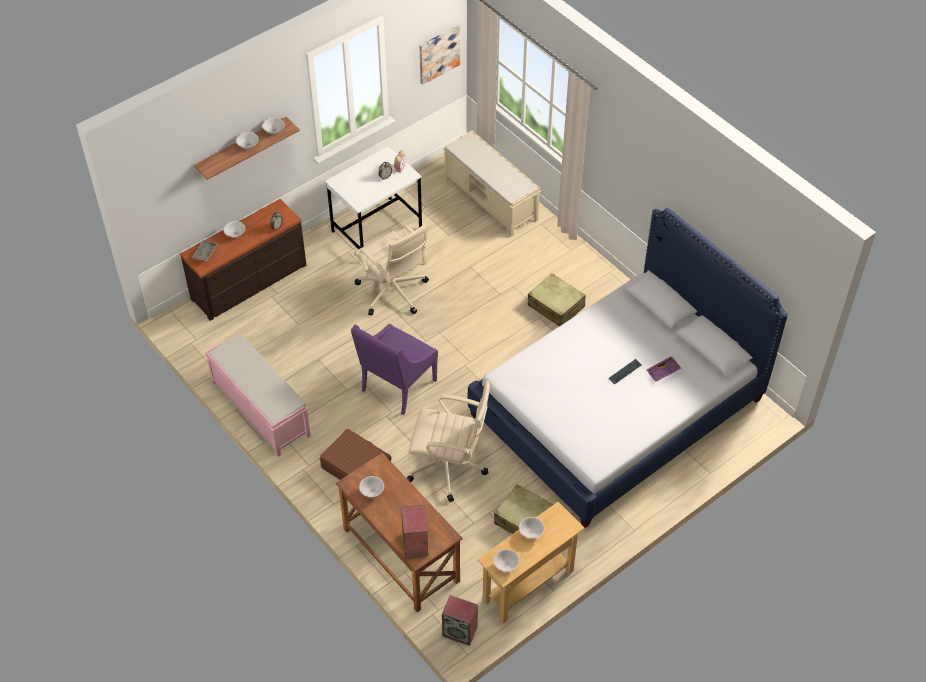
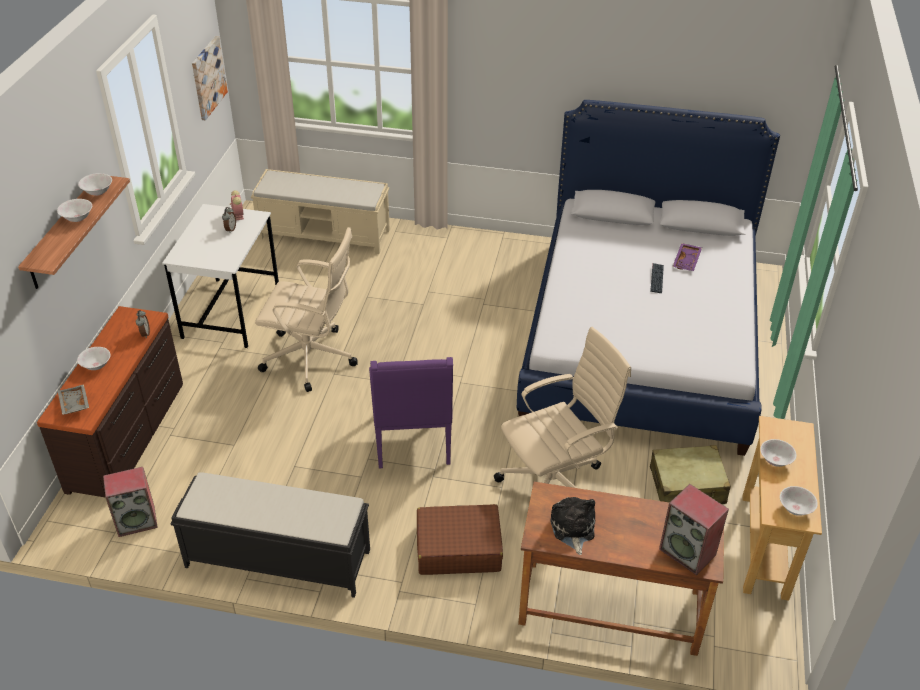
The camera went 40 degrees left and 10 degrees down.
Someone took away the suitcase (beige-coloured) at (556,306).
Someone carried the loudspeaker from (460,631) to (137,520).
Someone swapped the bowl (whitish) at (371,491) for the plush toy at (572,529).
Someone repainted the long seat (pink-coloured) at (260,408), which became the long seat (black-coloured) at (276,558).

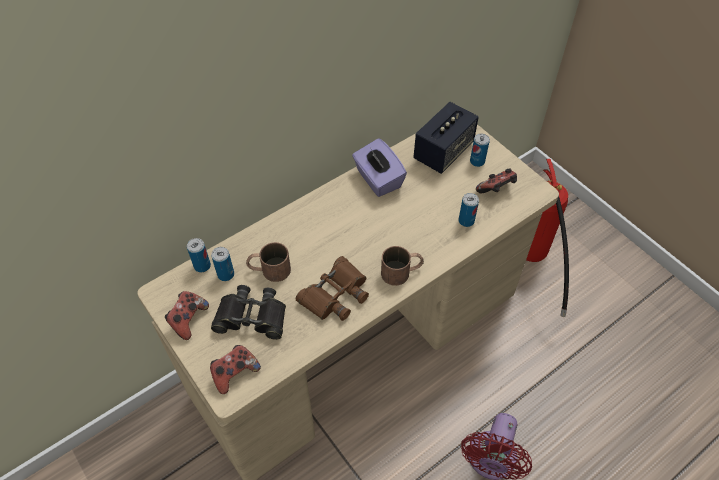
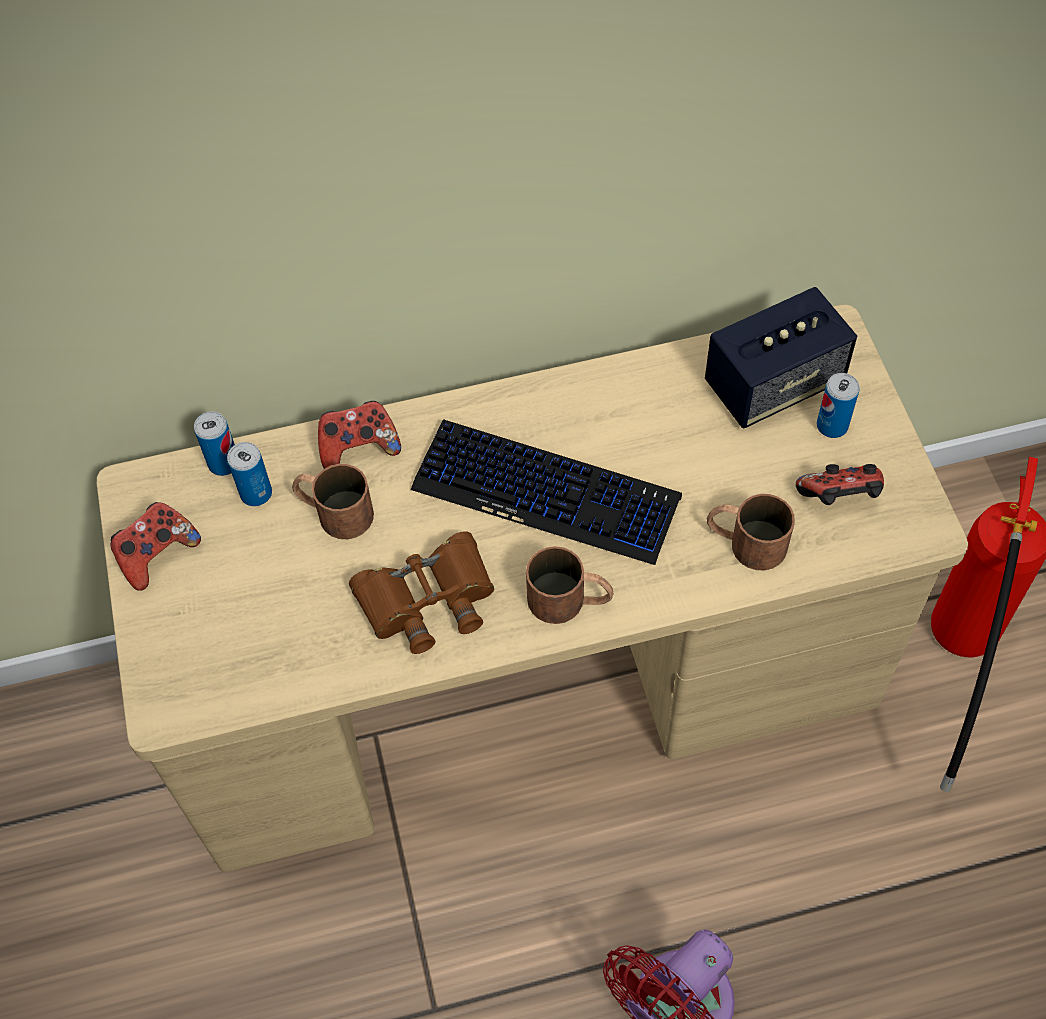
The camera went 25 degrees right and 5 degrees up.
Someone took away the pair of binoculars (black-coloured) at (251,317).
Someone took away the tissue holder (purple) at (378,179).
Someone put down the PC keyboard at (546,493).
Someone carried the joypad from (235,373) to (358,447).
Someone swapped the sealed can at (466,221) for the mug (brown) at (745,542).

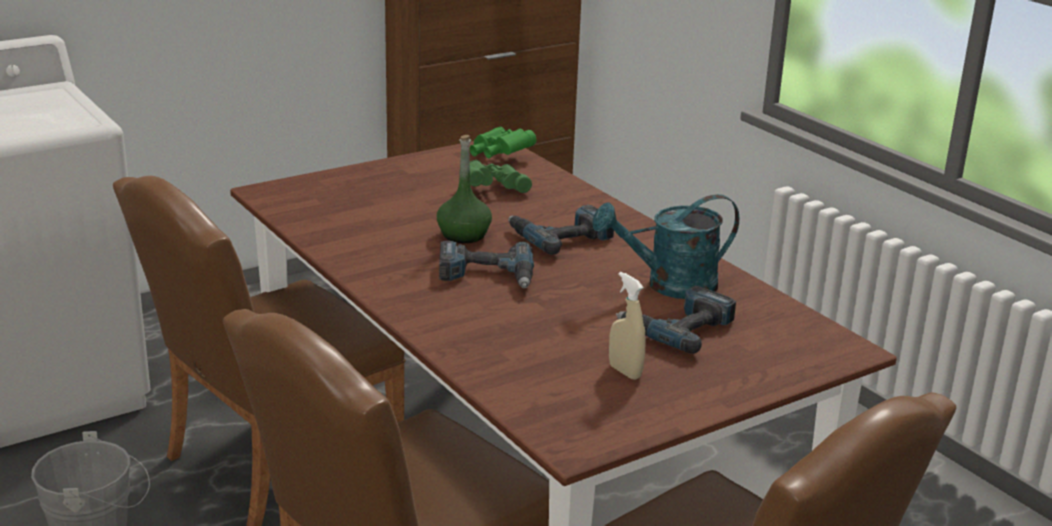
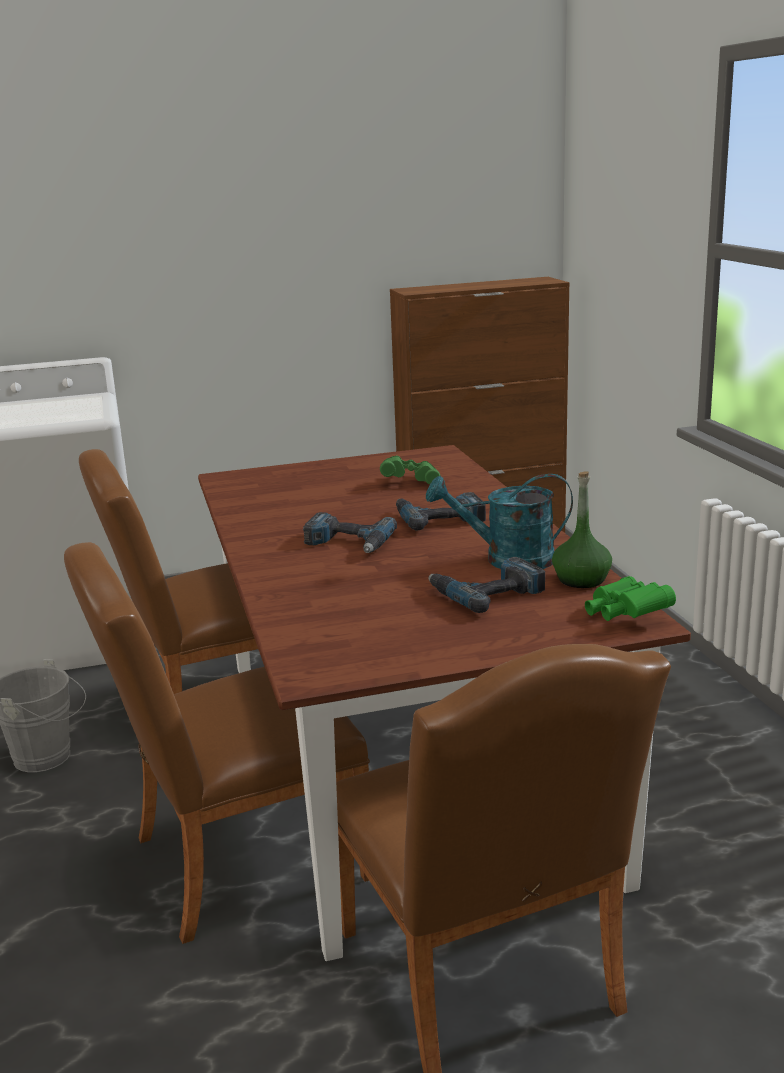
The camera went 20 degrees right and 5 degrees down.
Someone took away the hand sprayer (beige-coloured) at (625,372).
Someone carried the beverage bottle (green-coloured) from (463,235) to (581,580).
Someone carried the pair of binoculars (green-coloured) from (499,155) to (625,615).

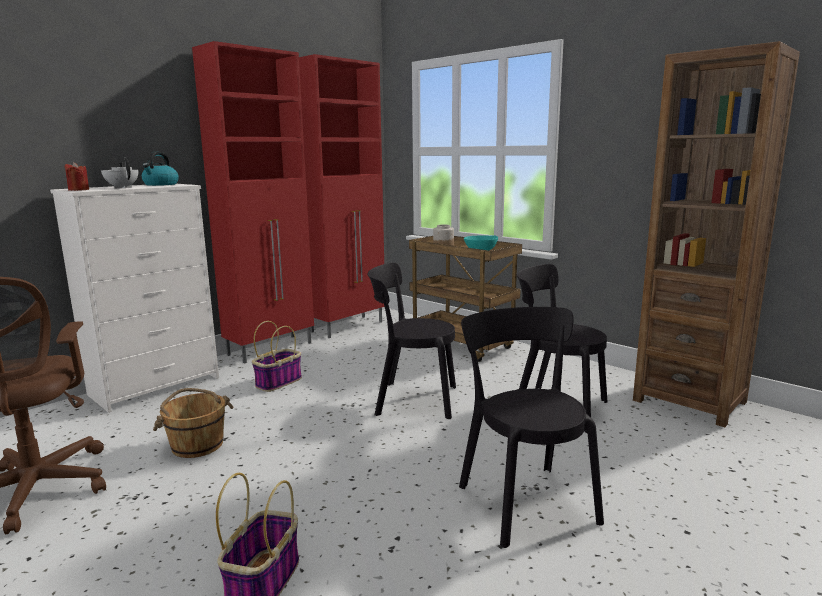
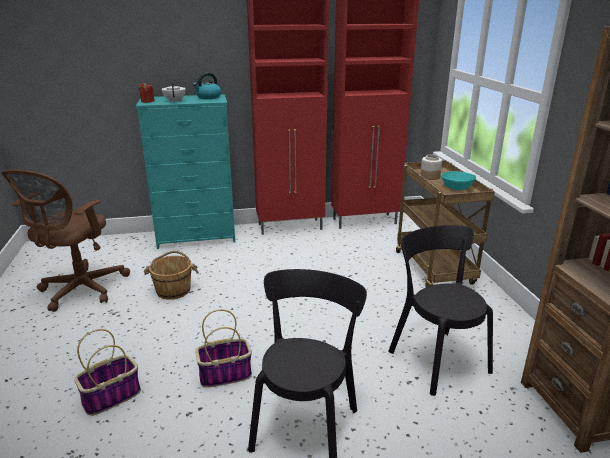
The camera went 35 degrees right and 10 degrees up.
Someone took away the upright chair (black-coloured) at (412,400).
Someone carried the storage basket from (279,382) to (226,374).
Someone repainted the chest of drawers (whitish) at (156,386), which became the chest of drawers (turquoise) at (197,237).

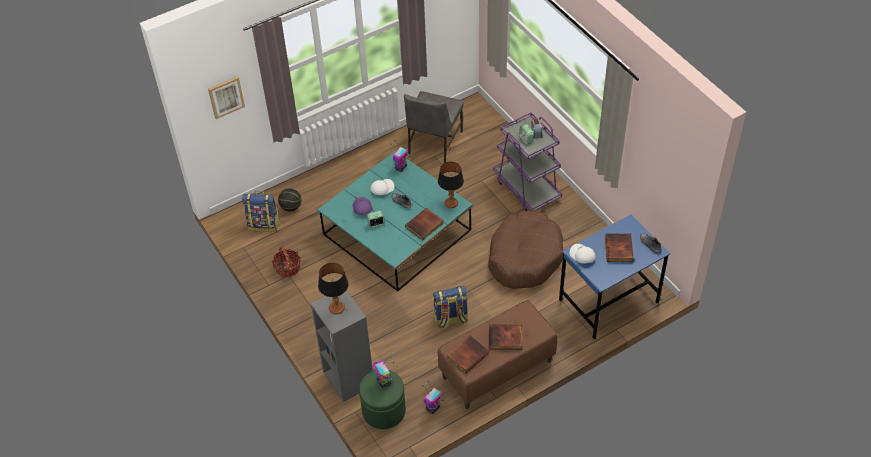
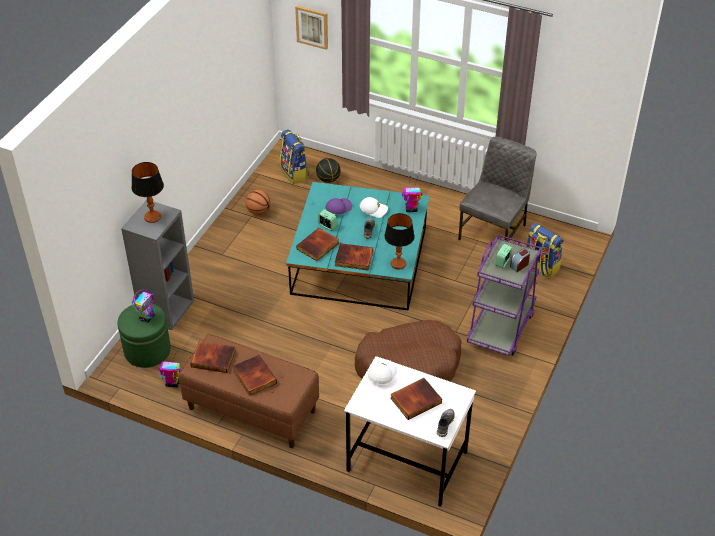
The camera went 55 degrees right and 5 degrees down.
Someone put down the volume at (318,246).
Someone carried the backpack from (450,319) to (540,267).
Someone swapped the storage basket at (287,268) for the basketball ball at (258,211).
Someone repainted the desk (bluish) at (608,302), which became the desk (whitish) at (406,462).
Someone rotated the upright chair (greyish) at (434,143) by 135 degrees clockwise.

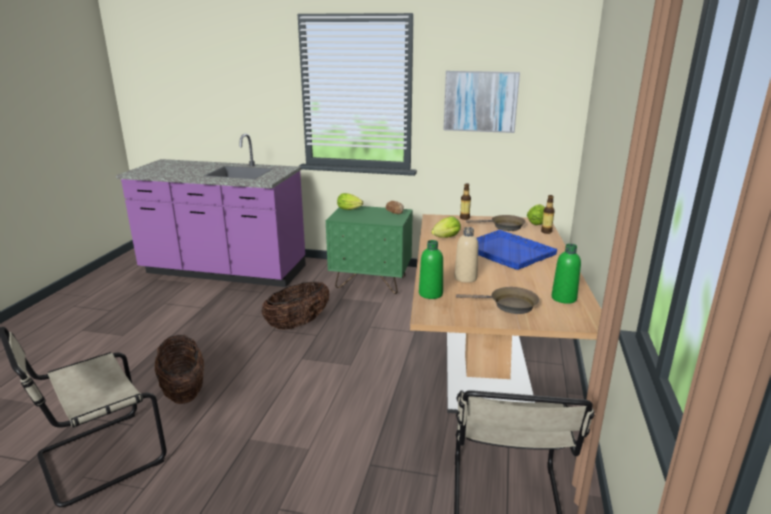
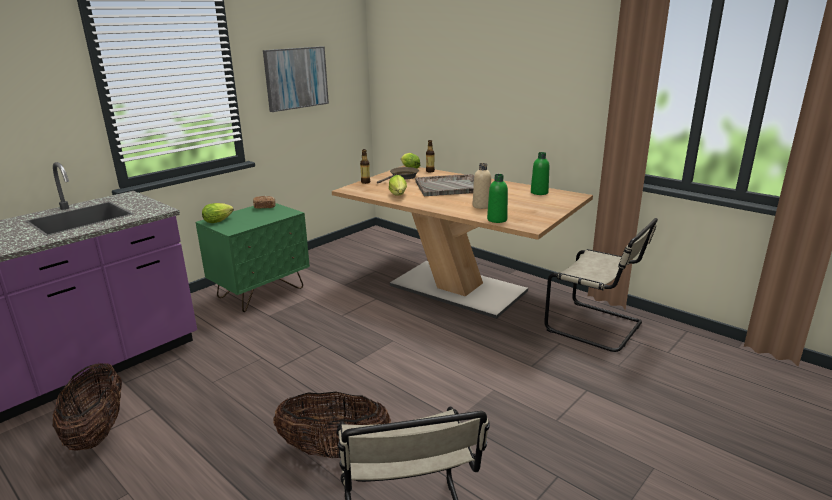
The camera went 60 degrees left and 0 degrees up.
Someone took away the frying pan (brown) at (509,305).
Someone carried the storage basket from (298,324) to (97,431).
Someone repainted the tray (bluish) at (507,251), which became the tray (greyish) at (450,187).

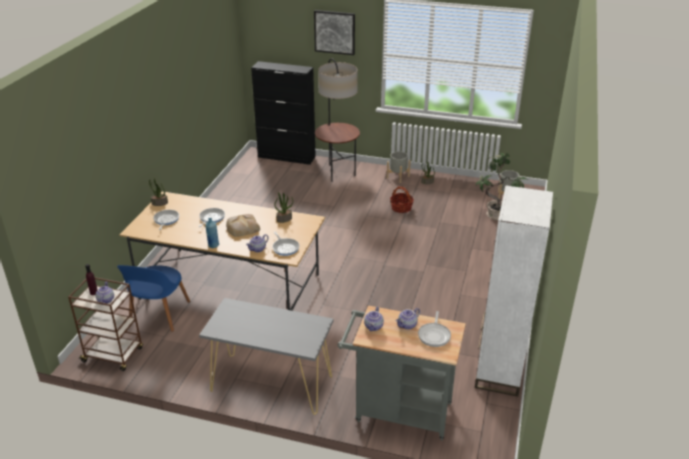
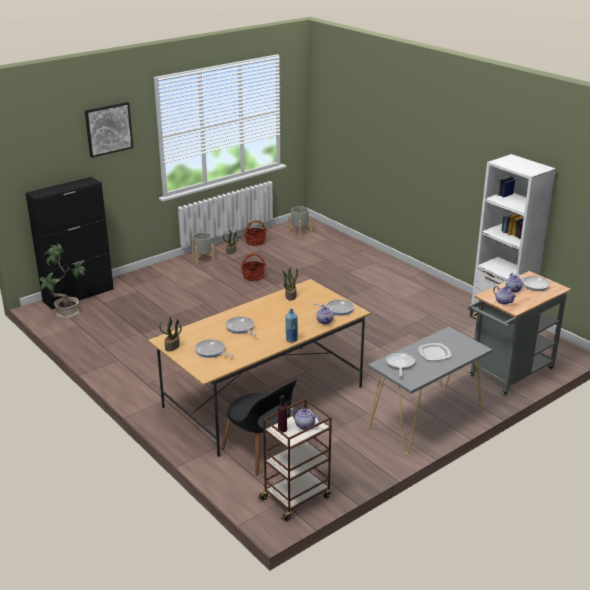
The camera went 55 degrees left and 5 degrees down.
Someone took away the bread at (242,228).
Someone took away the standing lamp at (337,172).
Someone put down the storage basket at (255,242).
Someone put down the frying pan at (399,364).
Someone put down the dinner plate at (434,353).
Someone carried the plant in a pot from (496,215) to (68,313).
Someone repainted the upright chair (bluish) at (159,315), which became the upright chair (black-coloured) at (261,451).

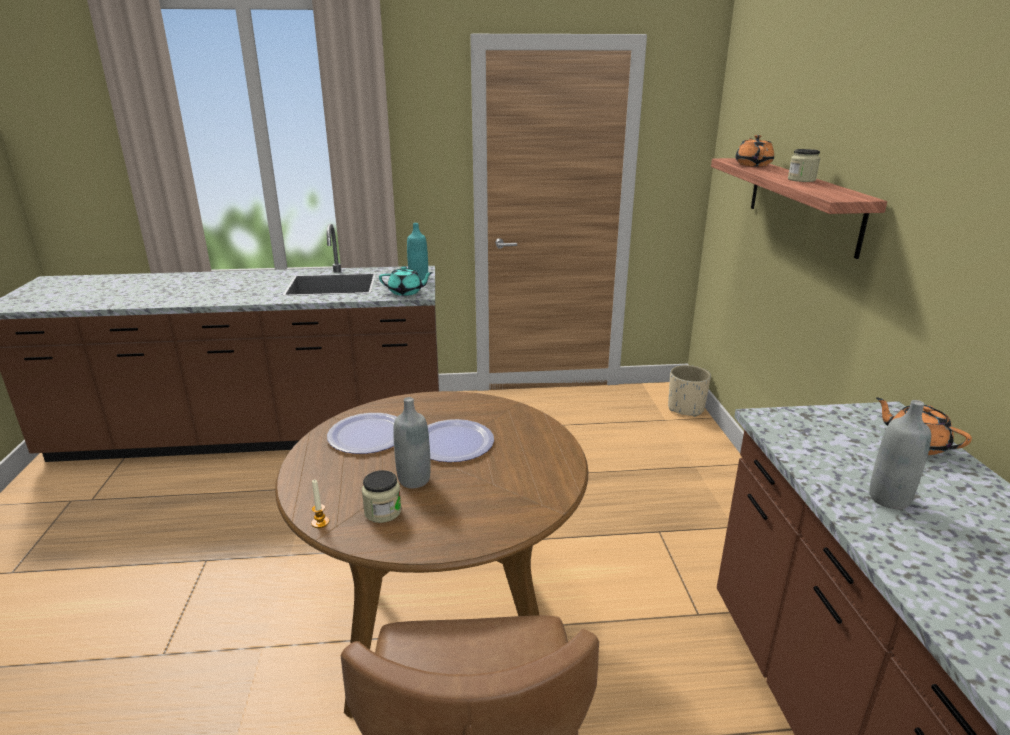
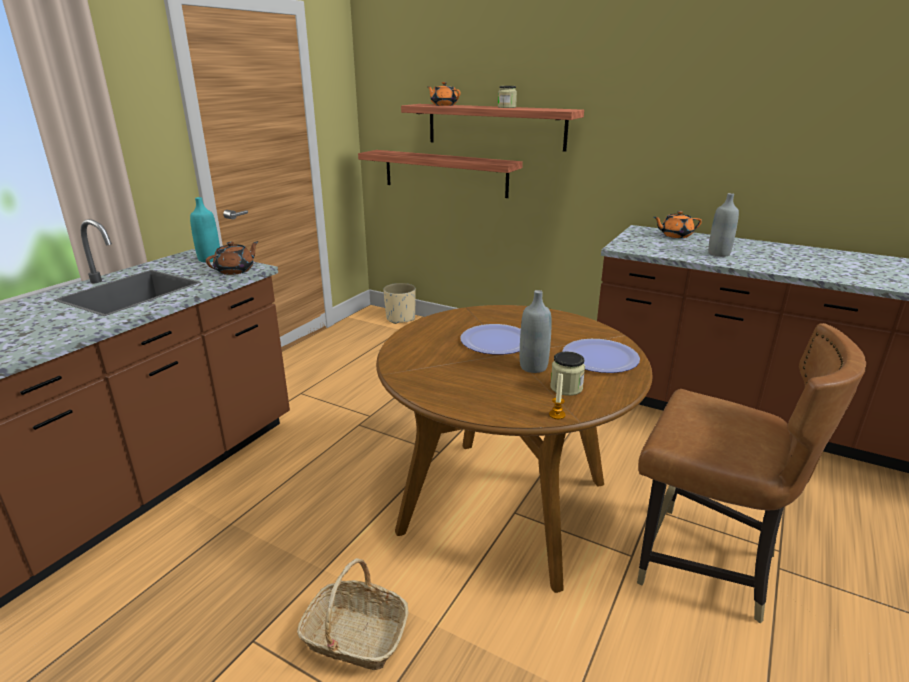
The camera went 55 degrees left and 0 degrees up.
Someone put down the storage basket at (355,636).
Someone put up the bracket shelf at (445,173).
Someone carried the dinner plate from (368,435) to (600,357).
Someone repainted the tea pot (turquoise) at (406,292), which became the tea pot (brown) at (235,270).

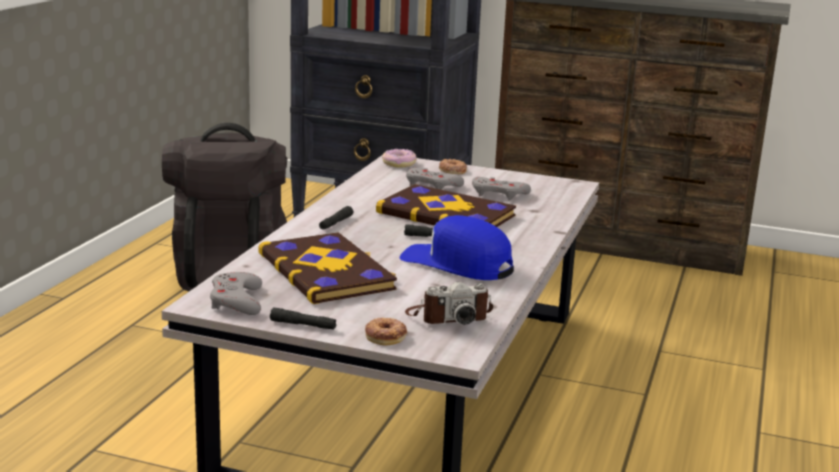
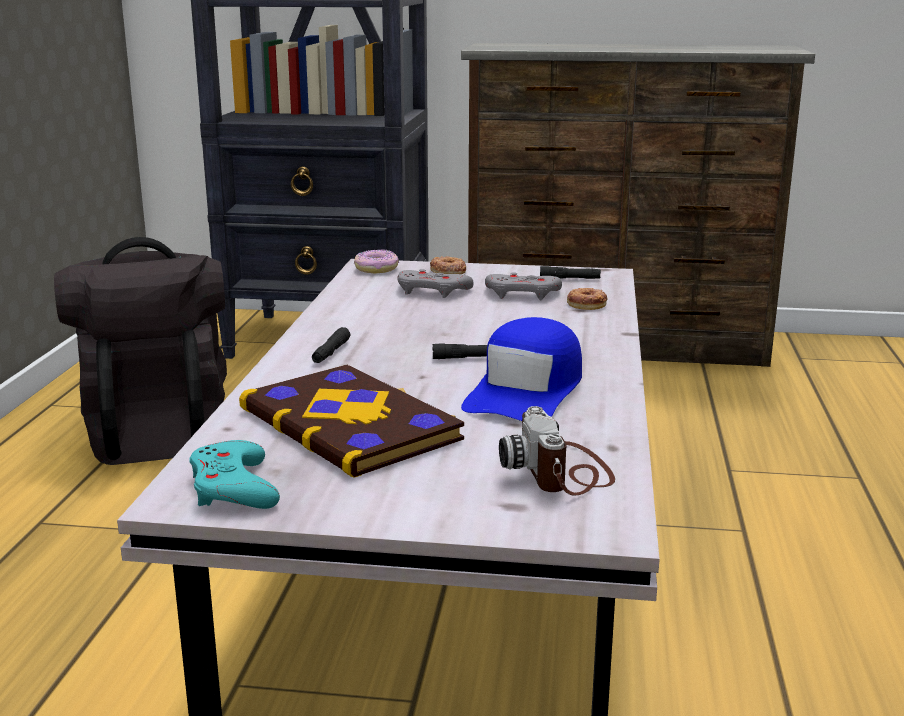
The camera went 10 degrees left and 0 degrees up.
Someone took away the volume at (447,214).
Someone carried the hand torch (black-coloured) from (303,325) to (570,278).
Someone carried the donut from (385,336) to (587,304).
Someone repainted the joypad (greyish) at (236,301), which became the joypad (turquoise) at (233,487).
Someone rotated the baseball cap (bluish) at (457,264) by 90 degrees counterclockwise.
Someone rotated the still camera at (448,316) by 105 degrees clockwise.

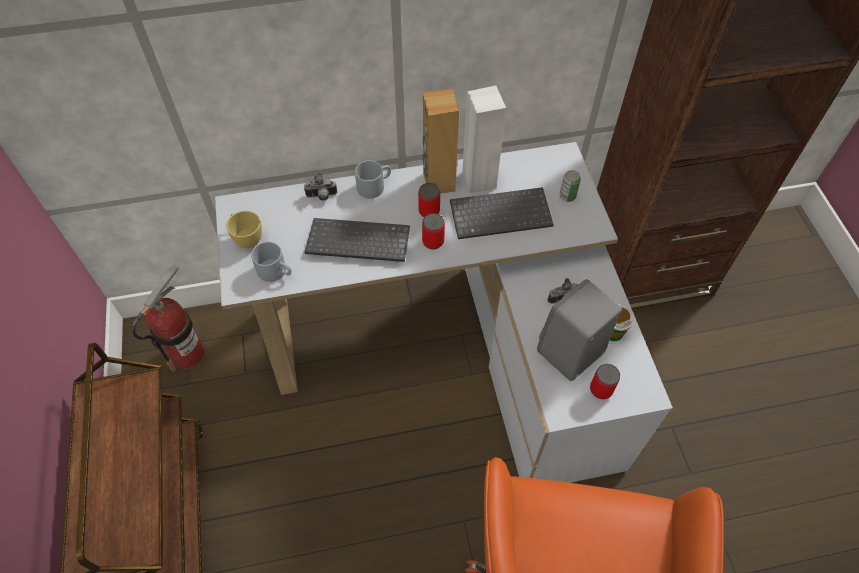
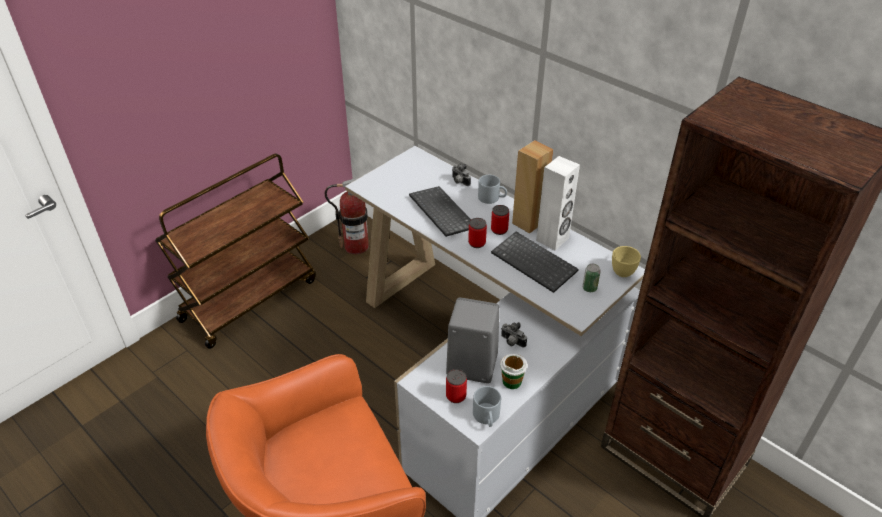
The camera went 55 degrees right and 15 degrees down.
Someone carried the cup (yellowish) from (246,238) to (623,269).
Someone carried the mug (greyish) from (276,271) to (487,417).

